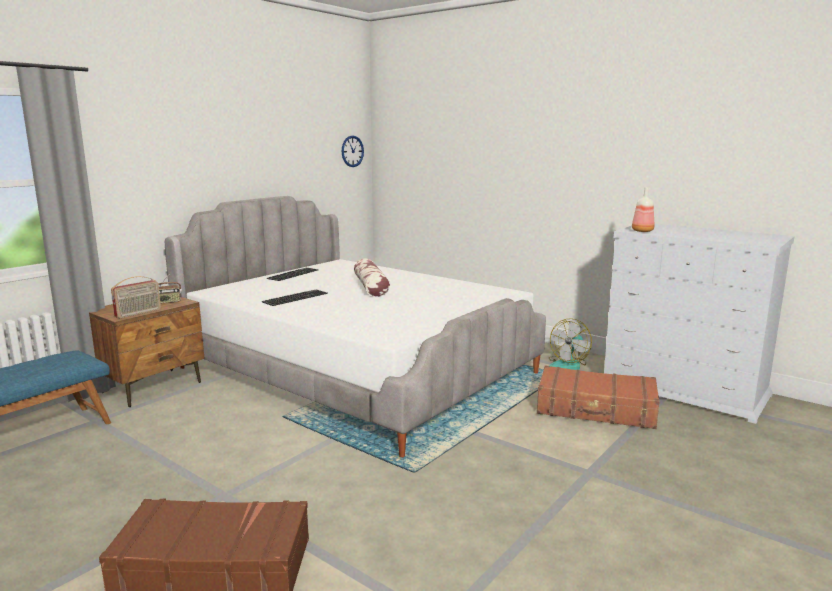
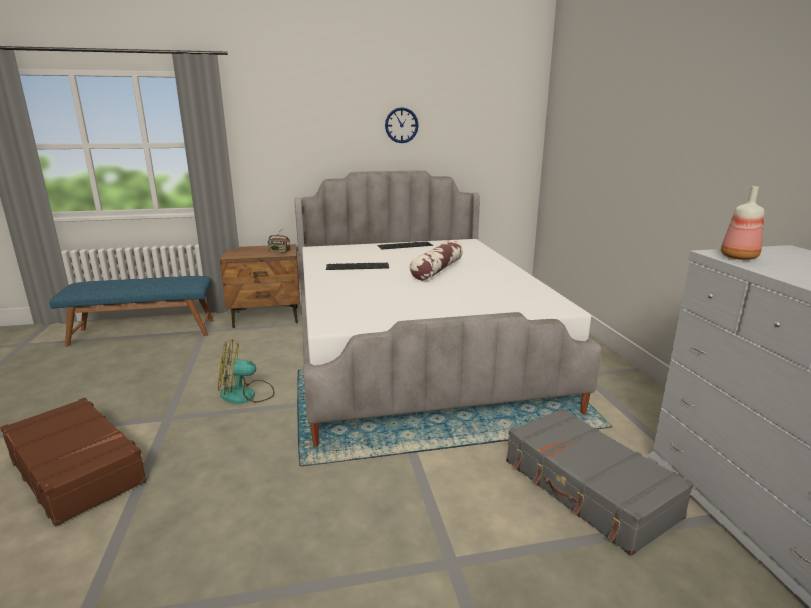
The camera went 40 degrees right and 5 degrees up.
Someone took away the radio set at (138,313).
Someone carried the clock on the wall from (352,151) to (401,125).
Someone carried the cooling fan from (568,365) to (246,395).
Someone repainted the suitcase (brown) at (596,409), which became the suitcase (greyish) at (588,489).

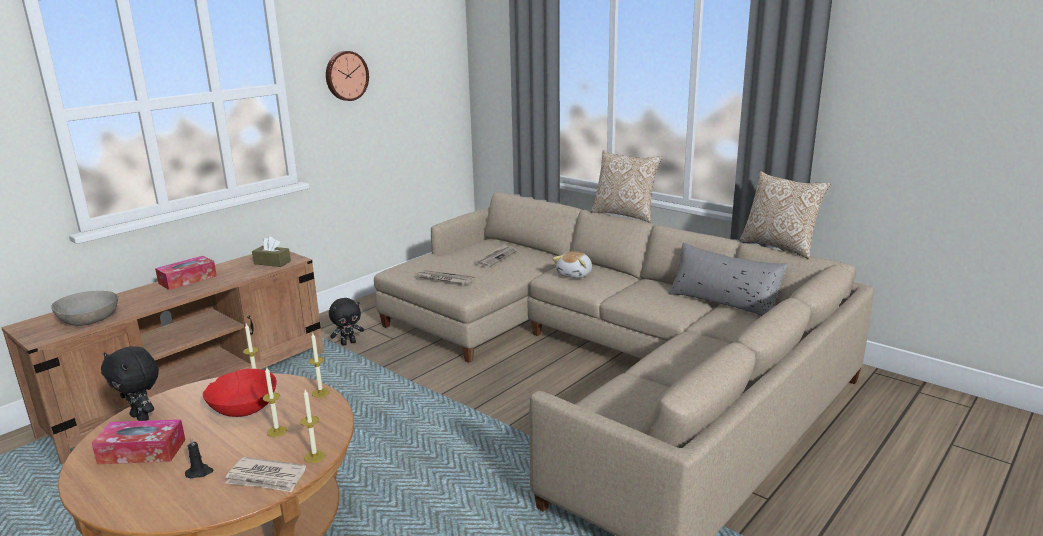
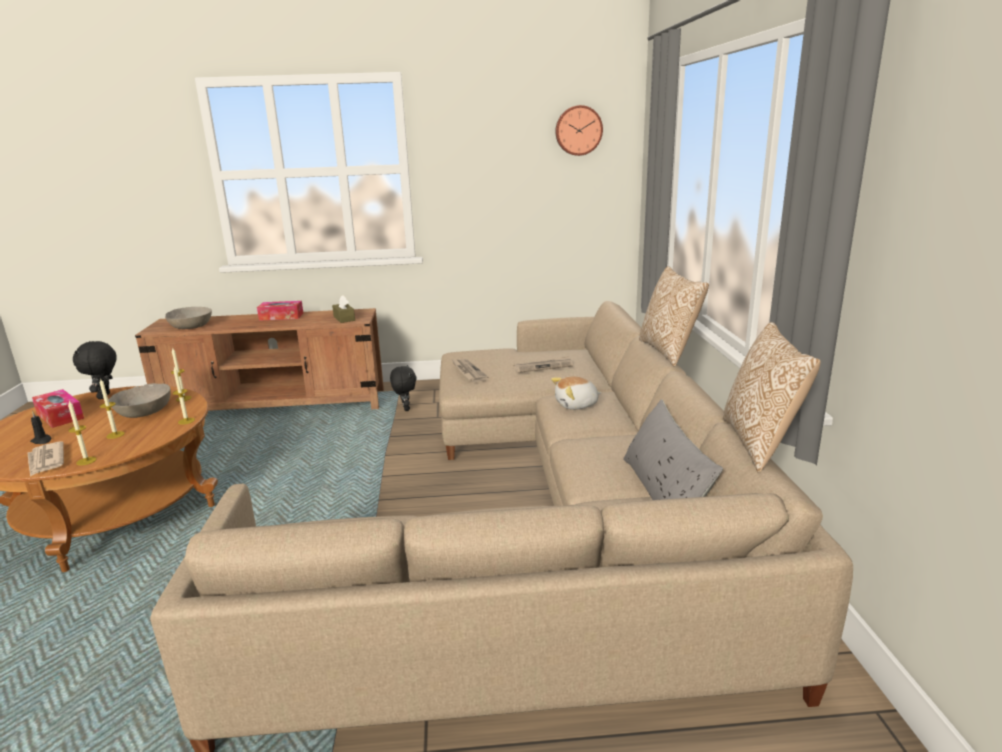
The camera went 45 degrees right and 0 degrees up.
Someone carried the clock on the wall from (346,75) to (578,130).
Someone repainted the bowl (reddish) at (243,406), which became the bowl (greyish) at (143,411).
Someone rotated the plush toy (black-coloured) at (348,343) by 120 degrees counterclockwise.

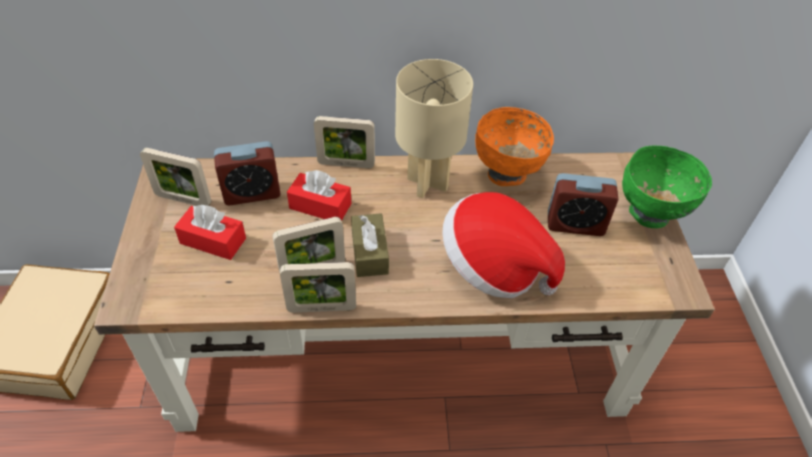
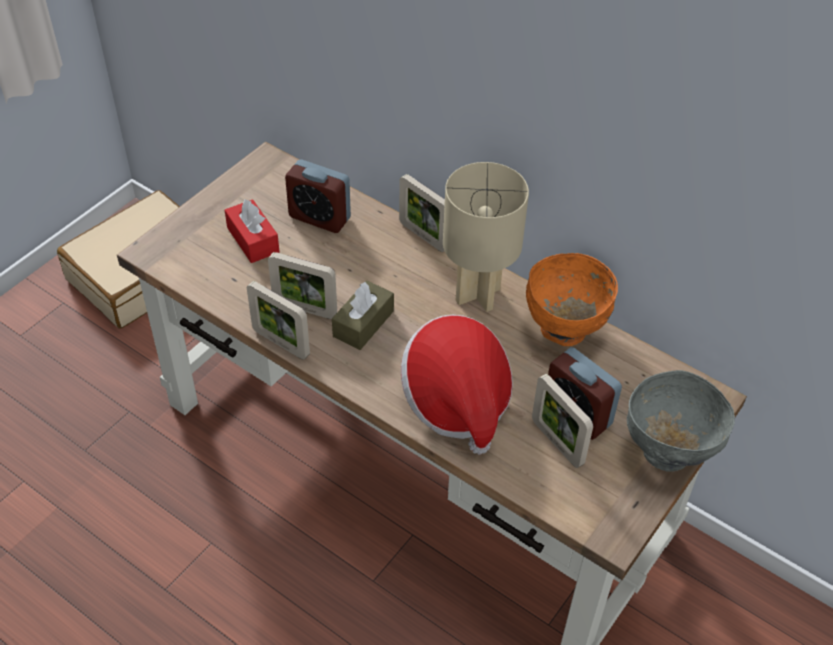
The camera went 40 degrees right and 0 degrees up.
Someone took away the tissue holder (reddish) at (320,206).
Someone carried the picture frame from (183,199) to (557,443).
Someone repainted the bowl (green-coloured) at (650,215), which became the bowl (greyish) at (667,453).

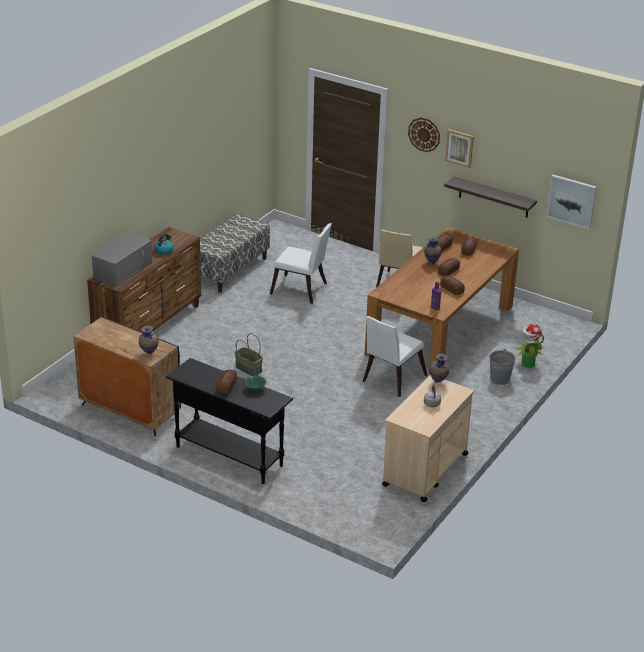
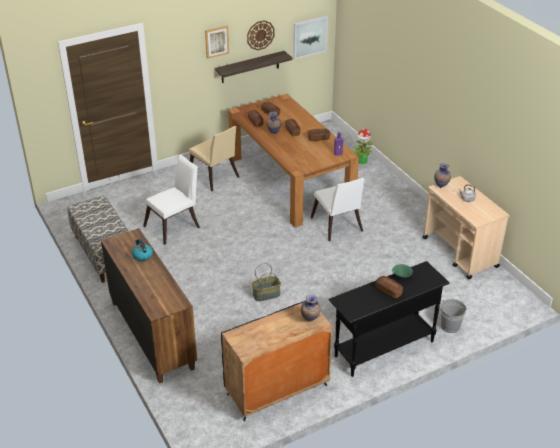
The camera went 60 degrees left and 5 degrees up.
Someone took away the microwave (greyish) at (123,270).
Someone carried the clock on the wall from (424,134) to (260,35).
Someone carried the bucket (greyish) from (500,379) to (450,326).

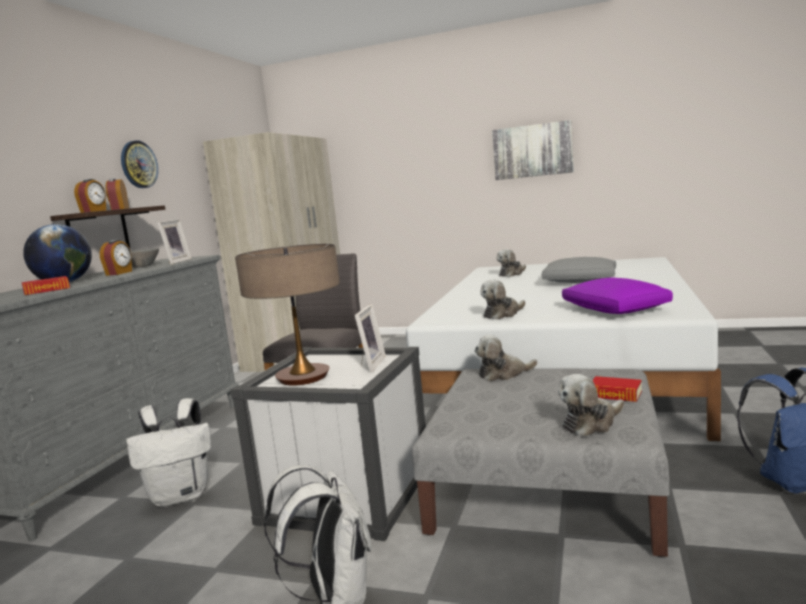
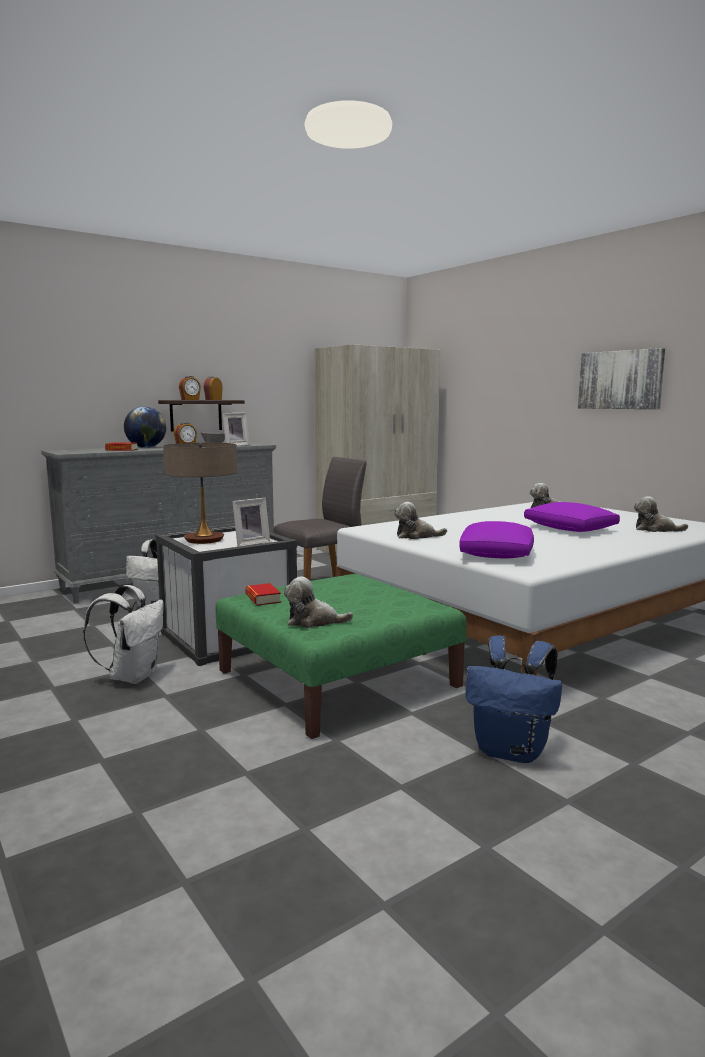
The camera went 35 degrees right and 0 degrees up.
Someone took away the clock on the wall at (138,164).
Someone carried the plush toy from (503,374) to (655,529).
Someone carried the volume from (615,394) to (263,599).
Someone repainted the pouffe (greyish) at (547,485), which became the pouffe (green-coloured) at (339,679).
Someone repainted the throw pillow (greyish) at (580,281), which became the throw pillow (purple) at (570,529).

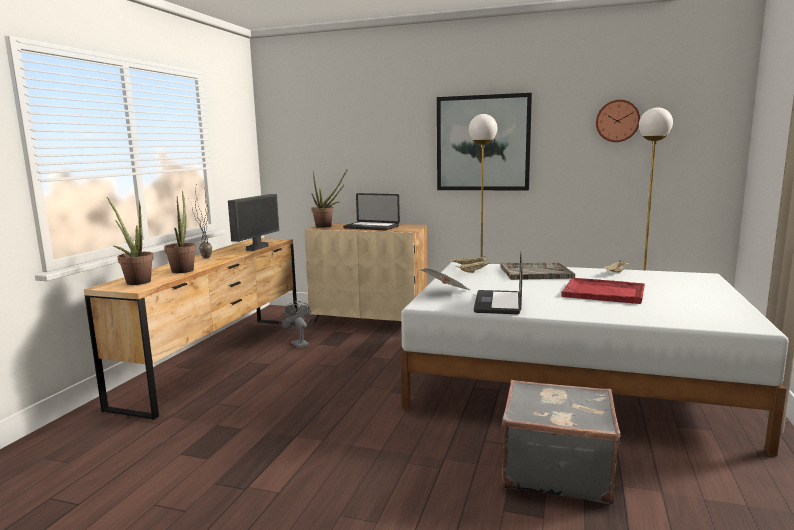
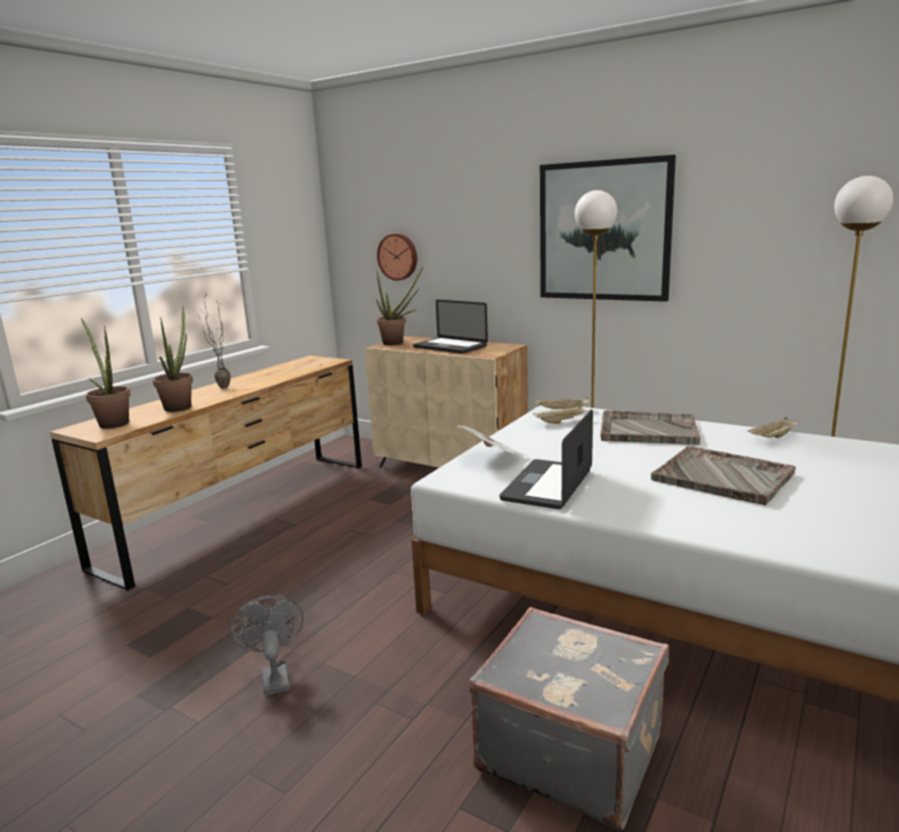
The camera went 15 degrees right and 5 degrees up.
Someone took away the computer display at (256,248).
Someone carried the cooling fan (greyish) from (298,343) to (274,676).
Someone carried the clock on the wall from (617,121) to (398,256).
Someone repainted the tray (reddish) at (604,293), which became the tray (greyish) at (724,477).

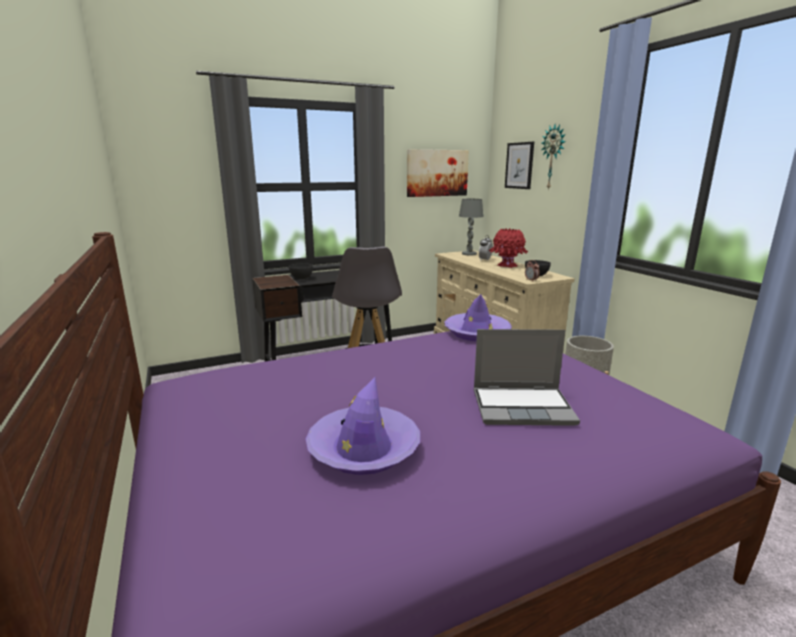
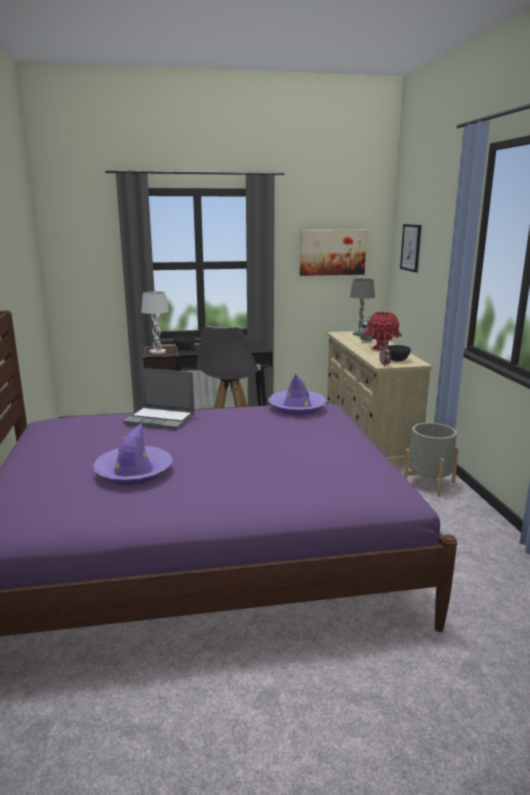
The camera went 15 degrees right and 0 degrees up.
Someone took away the clock on the wall at (553,157).
Someone put down the tabletop lamp (whitish) at (157,352).
Someone carried the portable computer from (523,407) to (161,419).

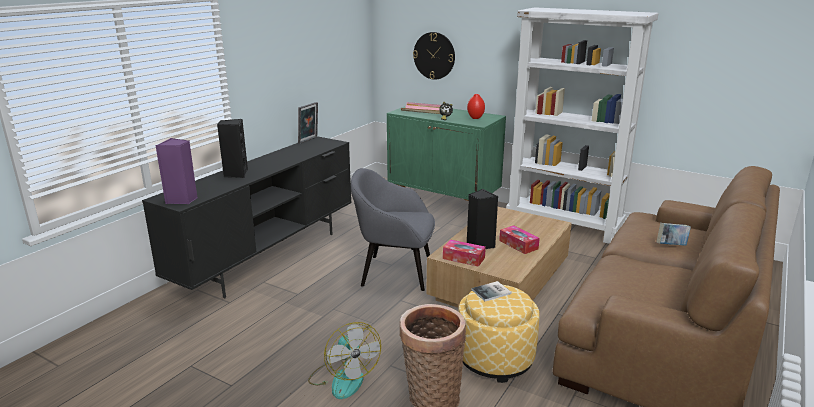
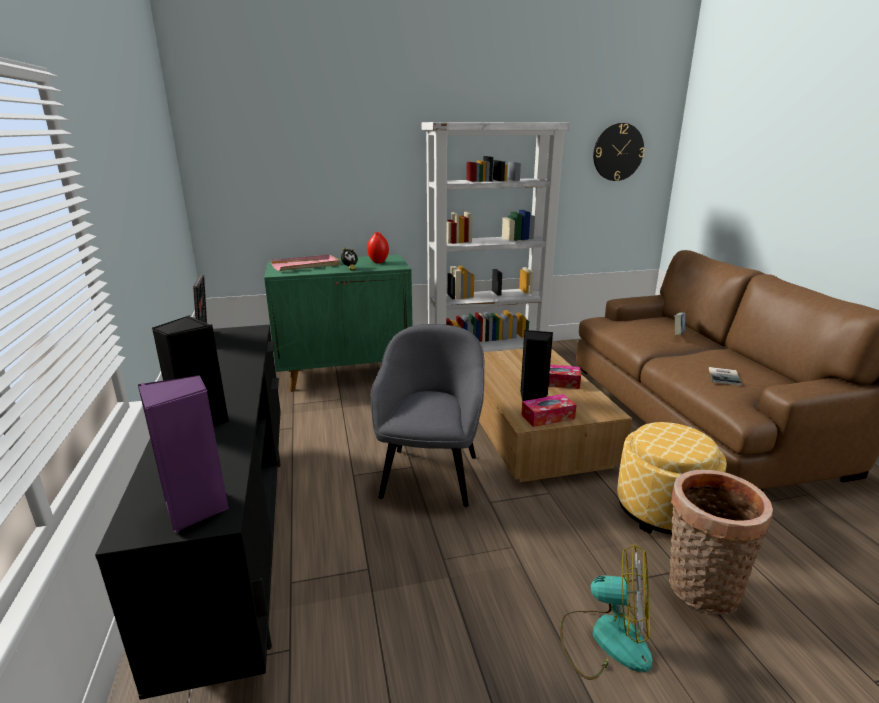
The camera went 45 degrees left and 0 degrees up.
Someone carried the clock on the wall from (434,55) to (618,152).
Someone carried the volume from (492,292) to (725,376).
Someone rotated the easy chair (greyish) at (394,272) by 135 degrees clockwise.

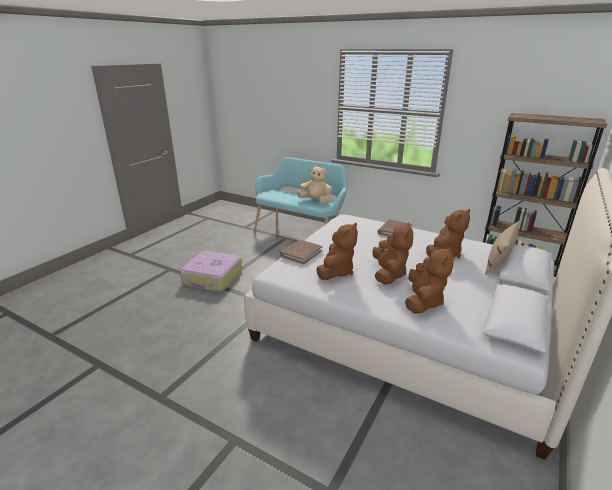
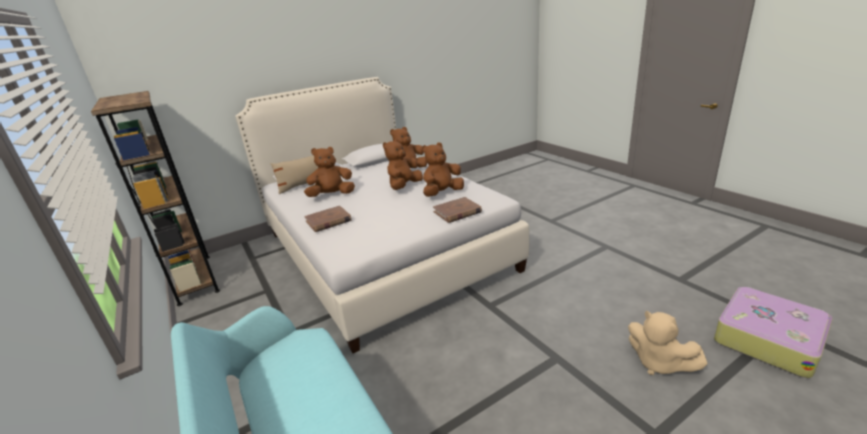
The camera went 150 degrees left and 0 degrees up.
Someone carried the suitcase from (213,278) to (767,338).
Someone carried the plush toy (beige-coloured) from (315,201) to (658,363).

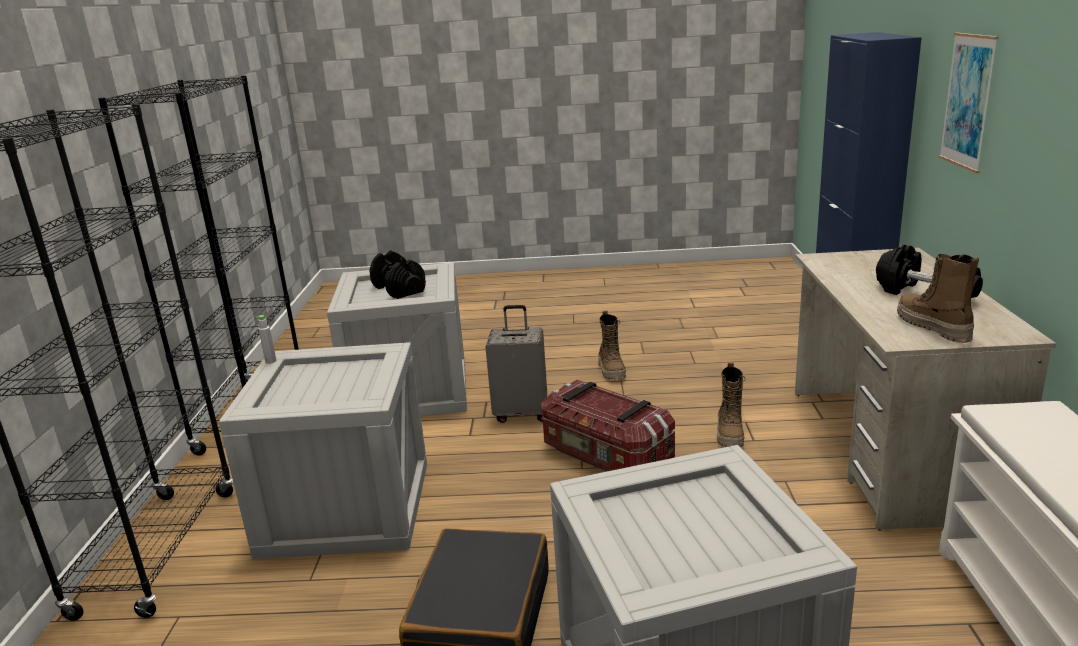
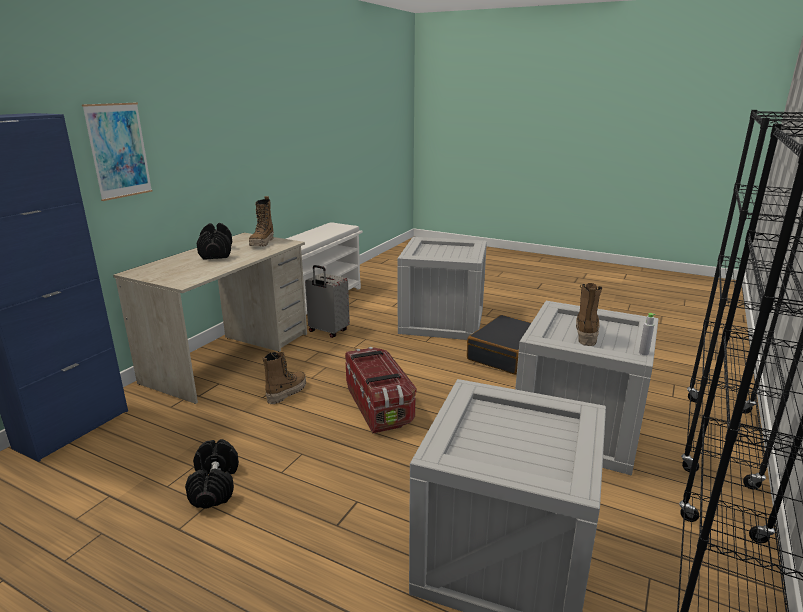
The camera went 155 degrees left and 0 degrees up.
Someone carried the hand weight (black-coloured) from (398,289) to (215,486).
Someone carried the suitcase (greyish) from (522,413) to (328,331).
Someone carried the boot from (611,371) to (586,333).

